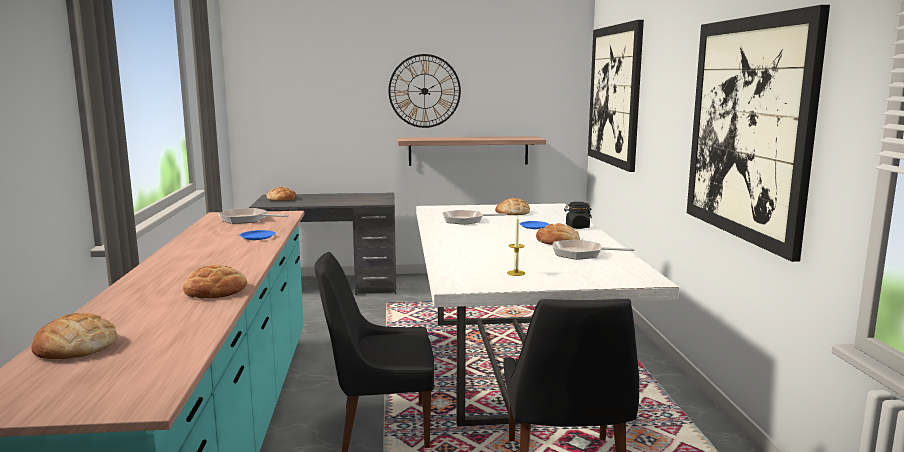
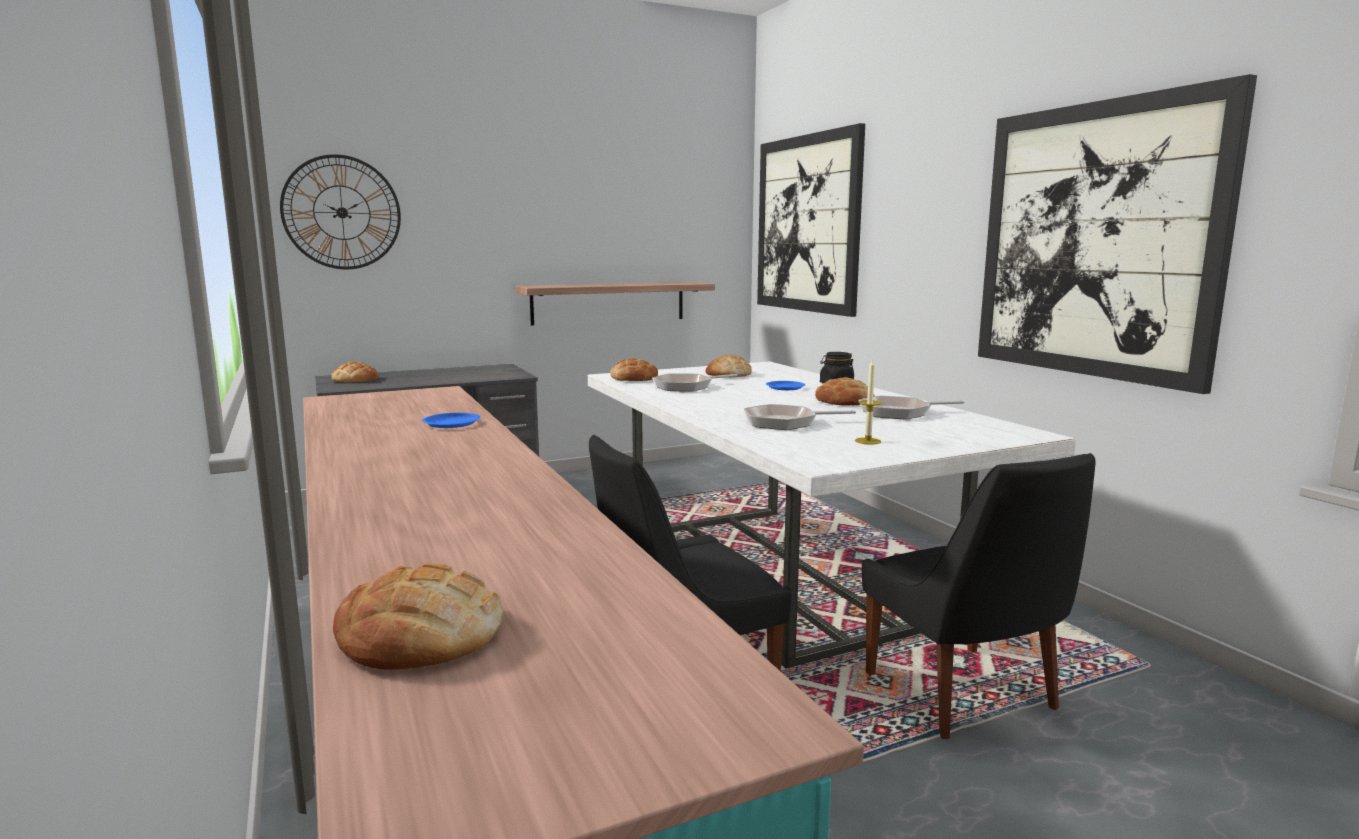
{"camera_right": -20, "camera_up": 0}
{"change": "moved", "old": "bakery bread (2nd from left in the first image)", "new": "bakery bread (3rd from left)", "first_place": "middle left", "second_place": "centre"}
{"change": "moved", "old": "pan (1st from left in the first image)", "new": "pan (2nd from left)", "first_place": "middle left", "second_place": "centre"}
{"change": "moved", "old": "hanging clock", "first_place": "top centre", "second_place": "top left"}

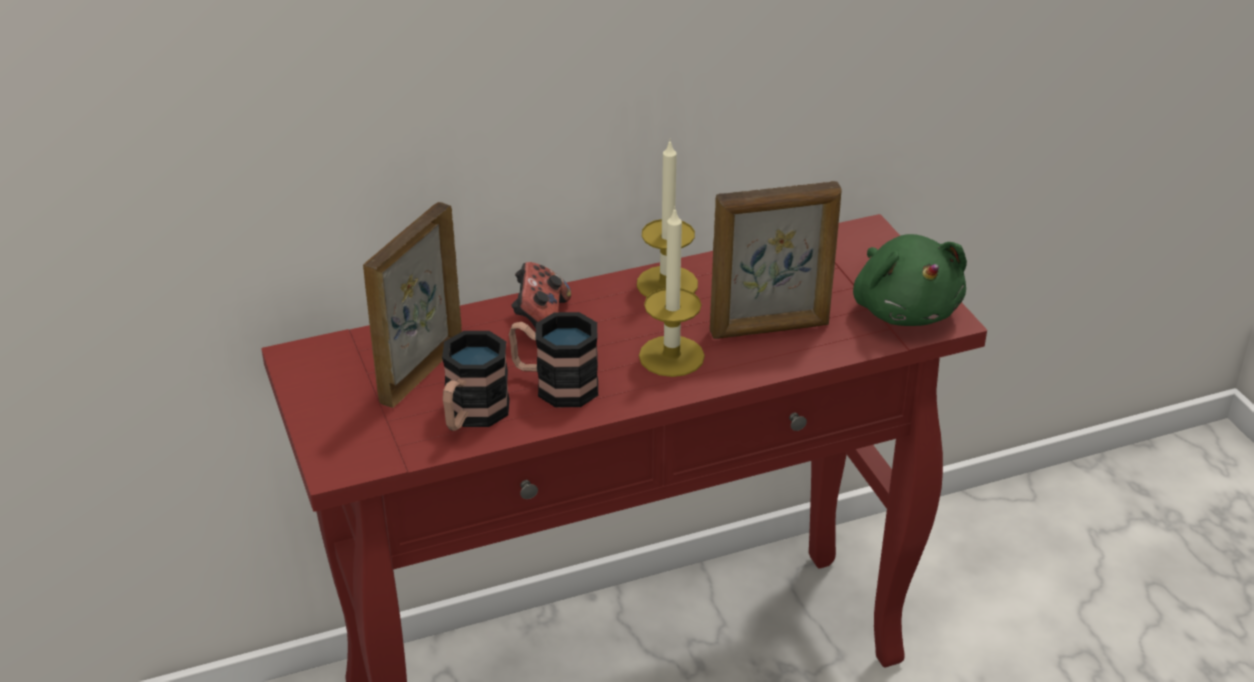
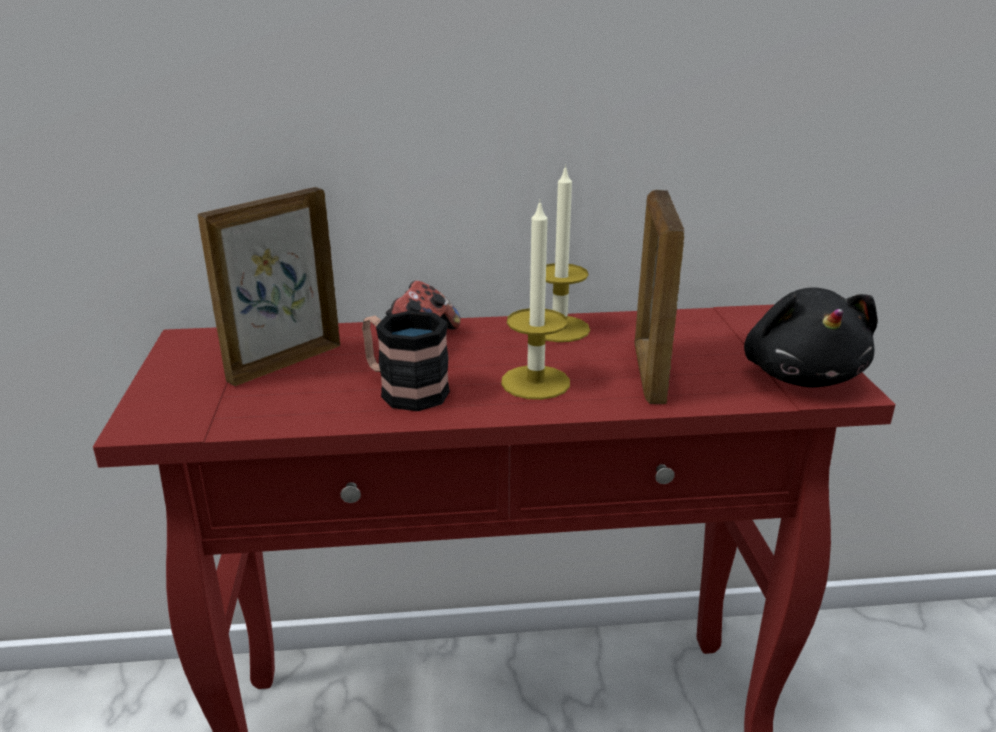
{"camera_right": 15, "camera_up": -10}
{"change": "removed", "old": "coffee mug (1st from left)", "first_place": "centre"}
{"change": "turned", "old": "photo frame (2nd from left)", "first_place": "centre", "second_place": "centre", "degrees": 90}
{"change": "recoloured", "old": "green cuddly toy", "new": "black-coloured cuddly toy", "first_place": "middle right", "second_place": "middle right"}

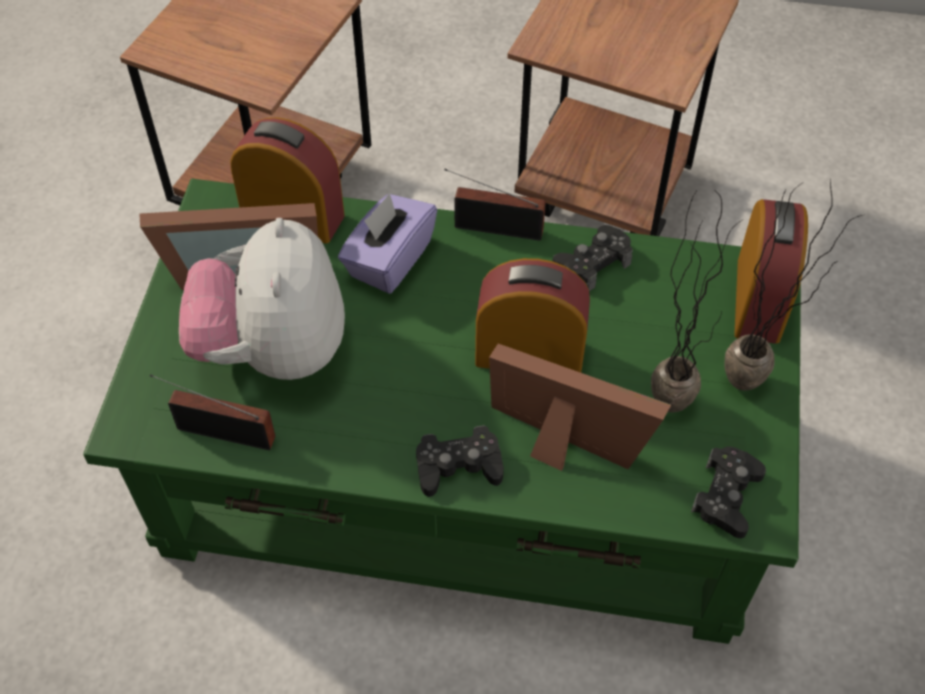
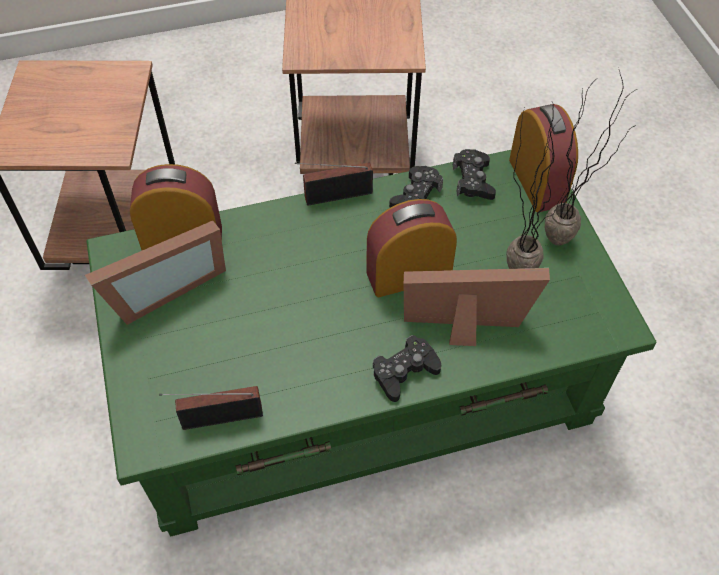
{"camera_right": -25, "camera_up": 0}
{"change": "removed", "old": "cuddly toy", "first_place": "middle left"}
{"change": "removed", "old": "purple-coloured tissue box", "first_place": "centre"}
{"change": "moved", "old": "black-coloured gamepad (3rd from left)", "first_place": "bottom right", "second_place": "top centre"}

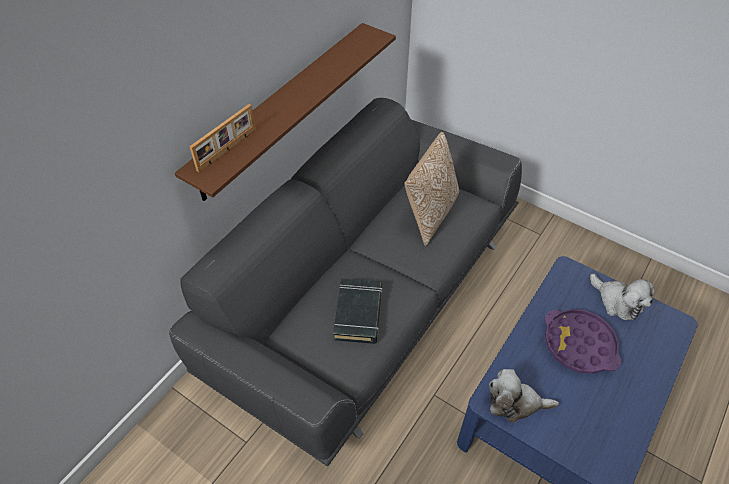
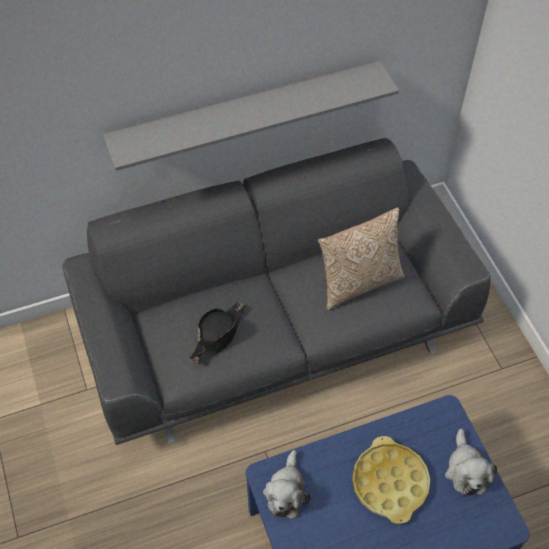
{"camera_right": 35, "camera_up": 5}
{"change": "recoloured", "old": "brown wall shelf", "new": "greyish wall shelf", "first_place": "top centre", "second_place": "top centre"}
{"change": "removed", "old": "photo frame", "first_place": "top left"}
{"change": "replaced", "old": "black-coloured volume", "new": "black-coloured hat", "first_place": "centre", "second_place": "centre"}
{"change": "turned", "old": "cuddly toy (1st from left)", "first_place": "bottom right", "second_place": "bottom centre", "degrees": -120}
{"change": "recoloured", "old": "purple-coloured serving tray", "new": "yellow serving tray", "first_place": "bottom right", "second_place": "bottom right"}

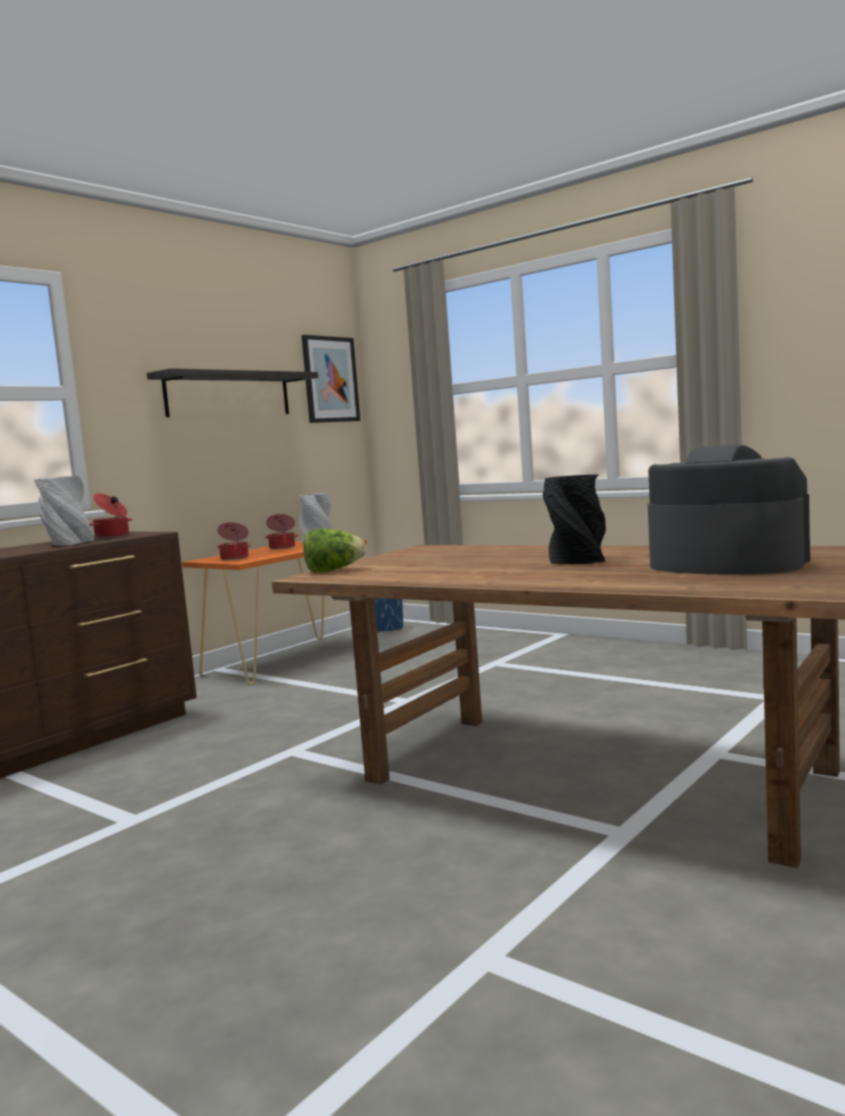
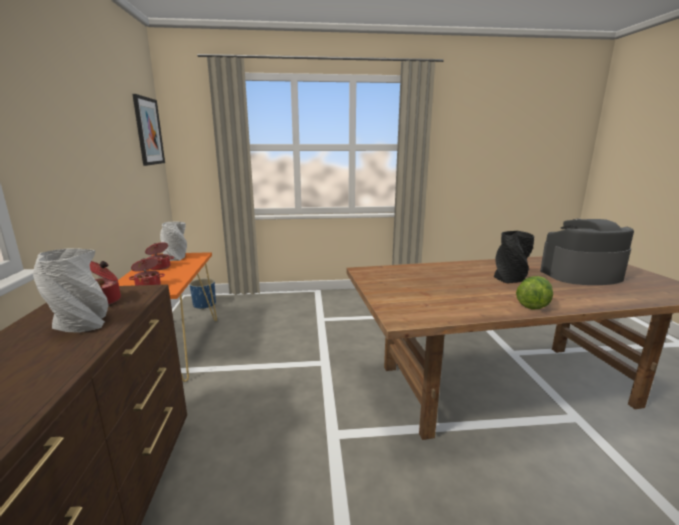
{"camera_right": -45, "camera_up": 10}
{"change": "removed", "old": "wall shelf", "first_place": "middle left"}
{"change": "moved", "old": "lettuce", "first_place": "centre", "second_place": "middle right"}

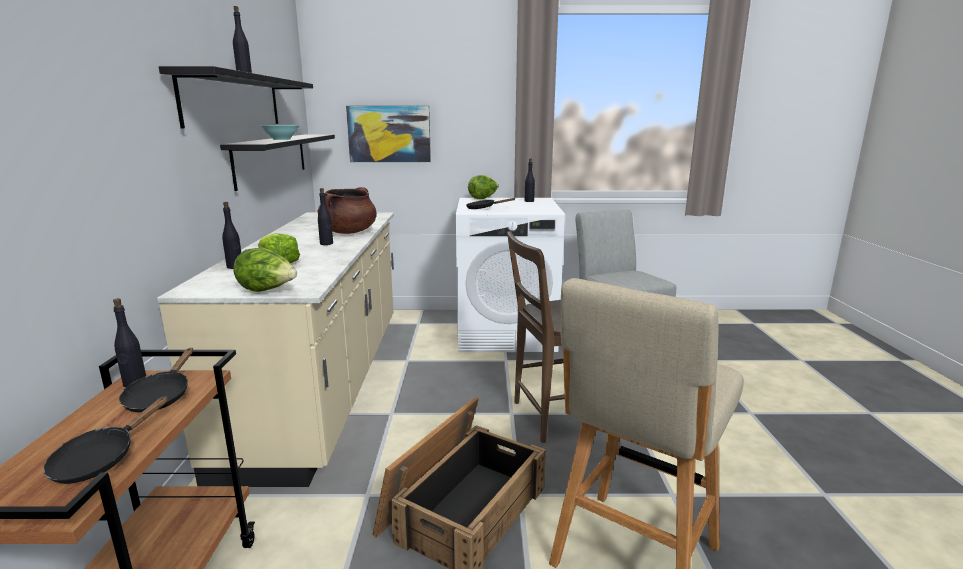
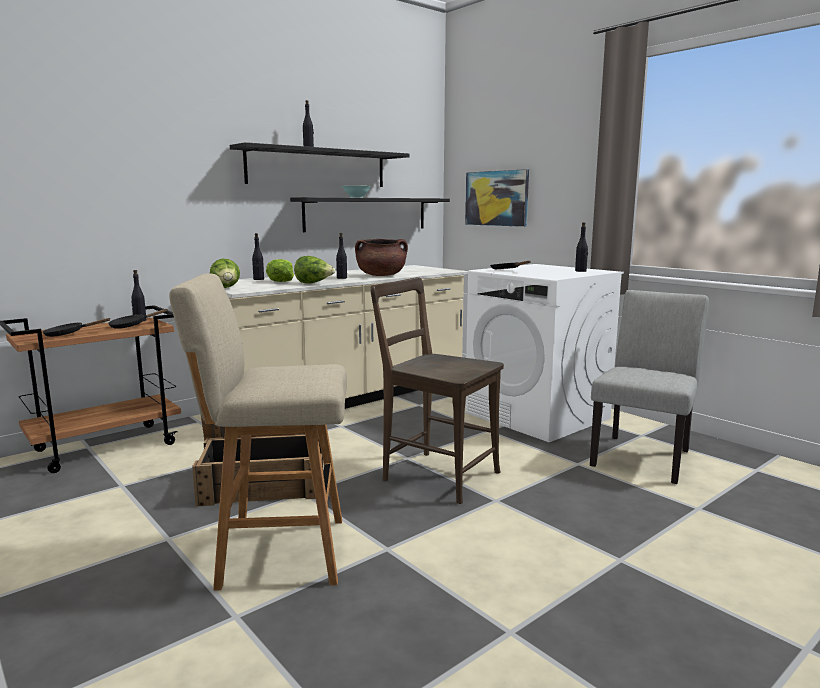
{"camera_right": 50, "camera_up": -5}
{"change": "moved", "old": "lettuce (3rd from left)", "first_place": "top centre", "second_place": "centre"}

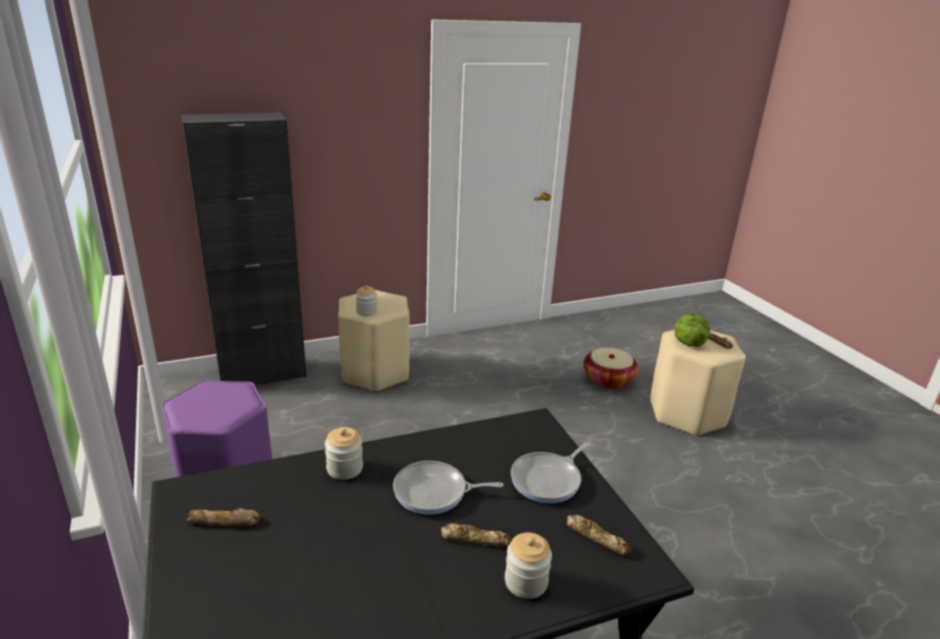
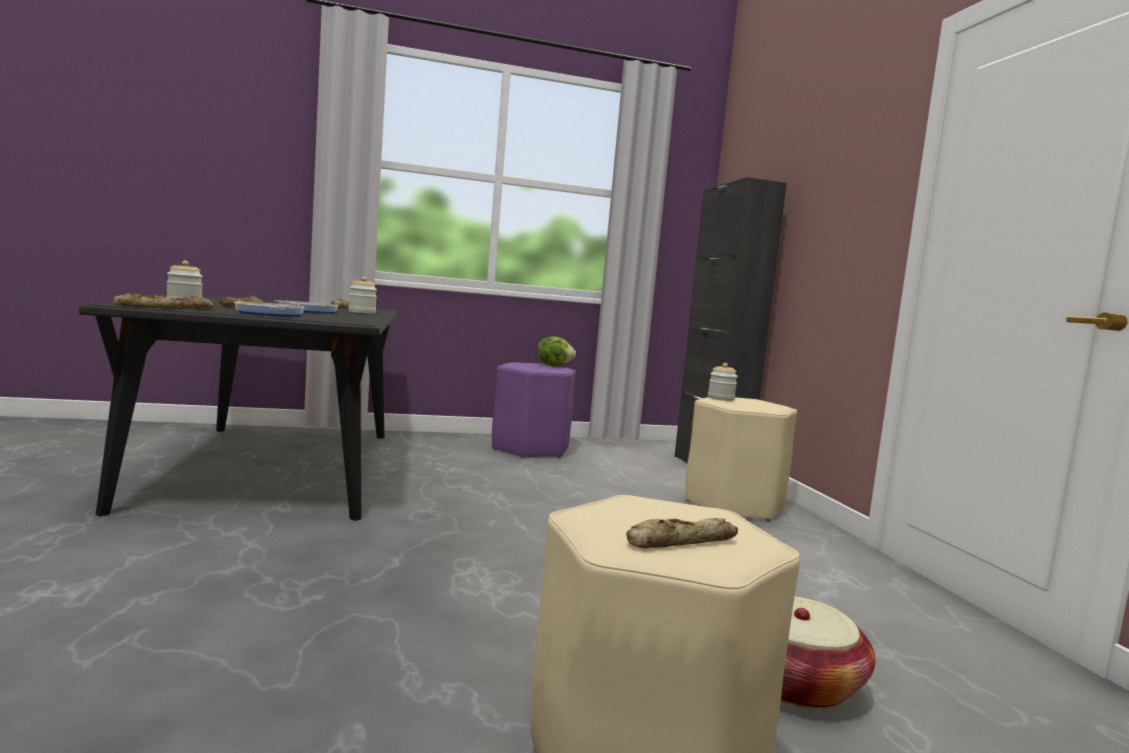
{"camera_right": 100, "camera_up": -20}
{"change": "moved", "old": "lettuce", "first_place": "middle right", "second_place": "centre"}
{"change": "added", "new": "bakery bread (1st from left)", "second_place": "middle left"}

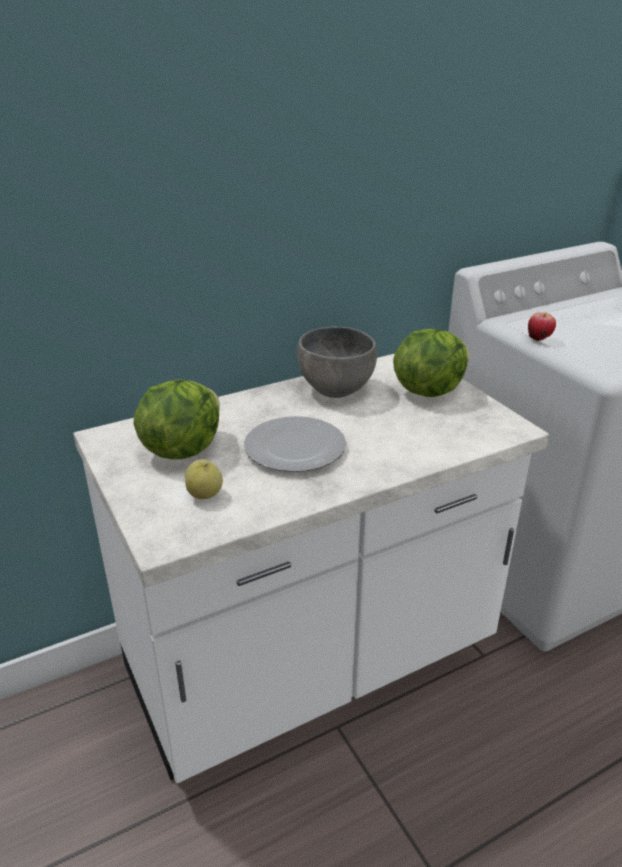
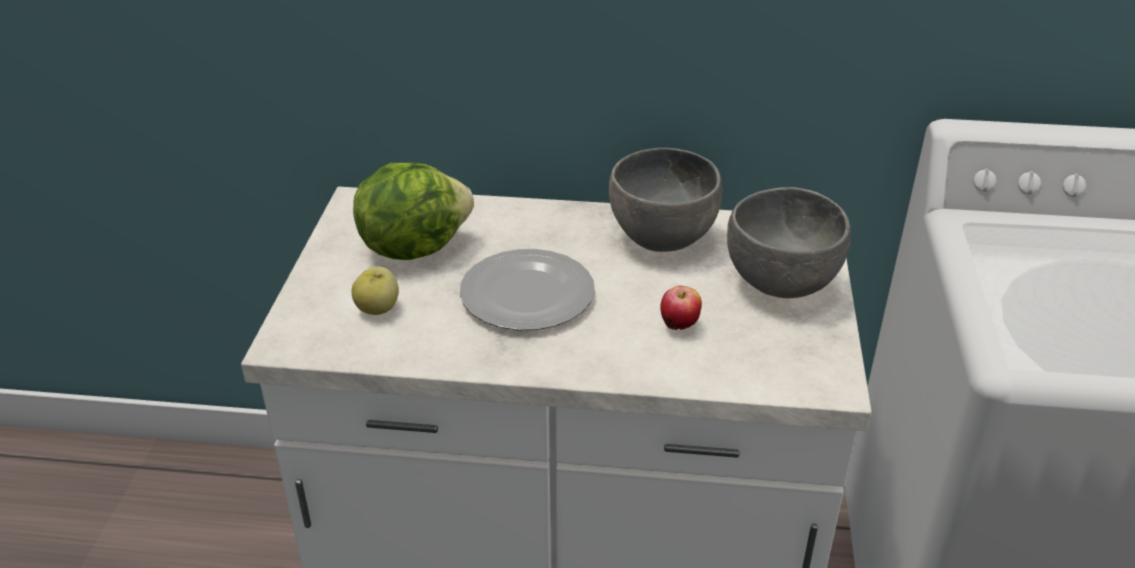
{"camera_right": 35, "camera_up": 5}
{"change": "replaced", "old": "lettuce (2nd from left)", "new": "greyish deep dish (2nd from left)", "first_place": "middle right", "second_place": "middle right"}
{"change": "moved", "old": "apple fruit (2nd from left)", "first_place": "middle right", "second_place": "centre"}

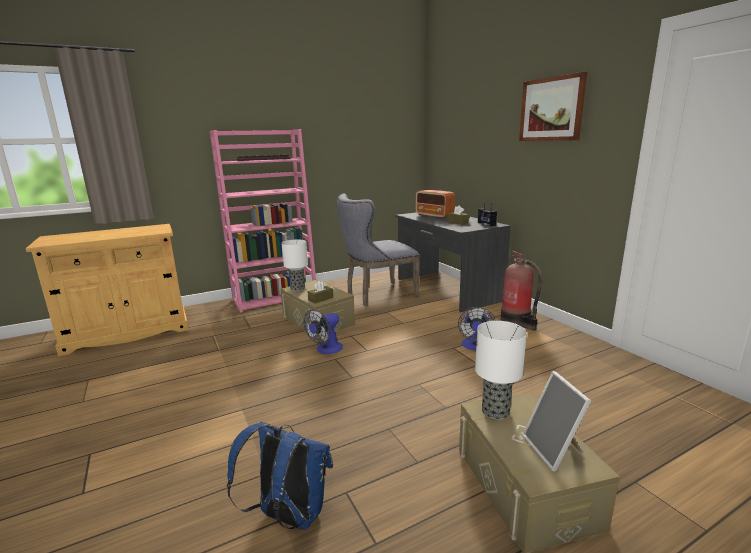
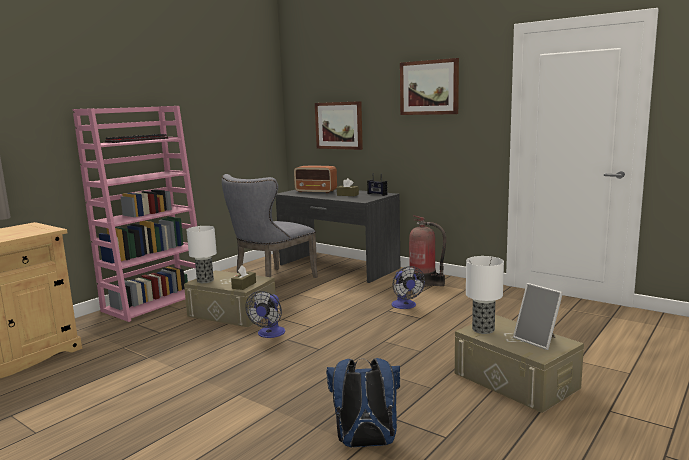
{"camera_right": -25, "camera_up": -5}
{"change": "added", "new": "picture (1st from left)", "second_place": "top centre"}

